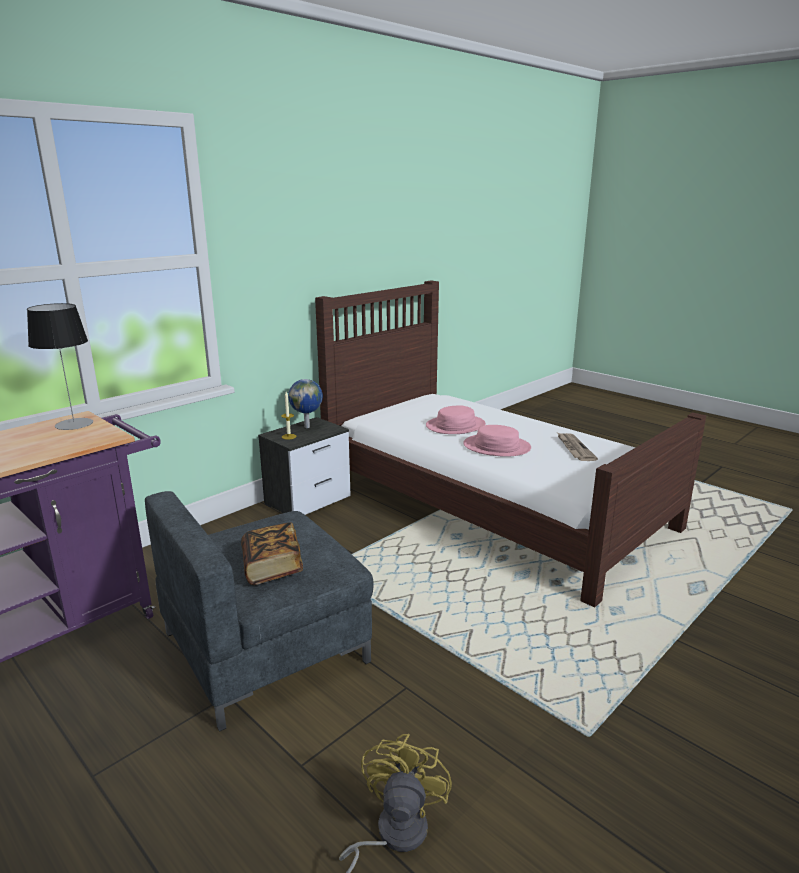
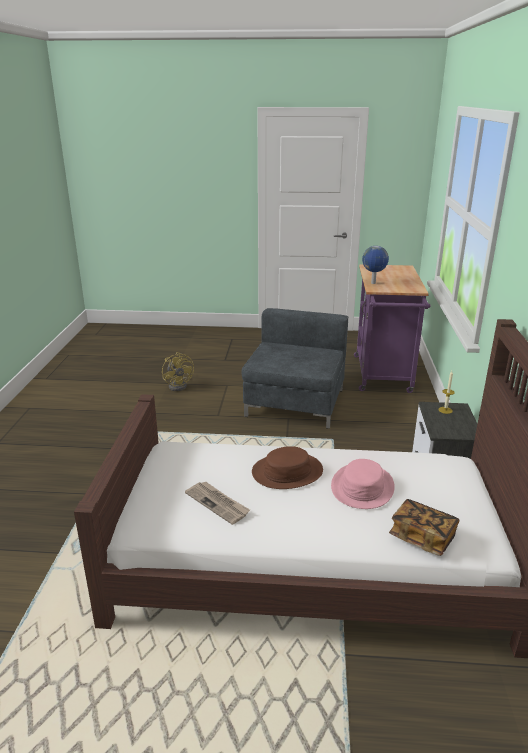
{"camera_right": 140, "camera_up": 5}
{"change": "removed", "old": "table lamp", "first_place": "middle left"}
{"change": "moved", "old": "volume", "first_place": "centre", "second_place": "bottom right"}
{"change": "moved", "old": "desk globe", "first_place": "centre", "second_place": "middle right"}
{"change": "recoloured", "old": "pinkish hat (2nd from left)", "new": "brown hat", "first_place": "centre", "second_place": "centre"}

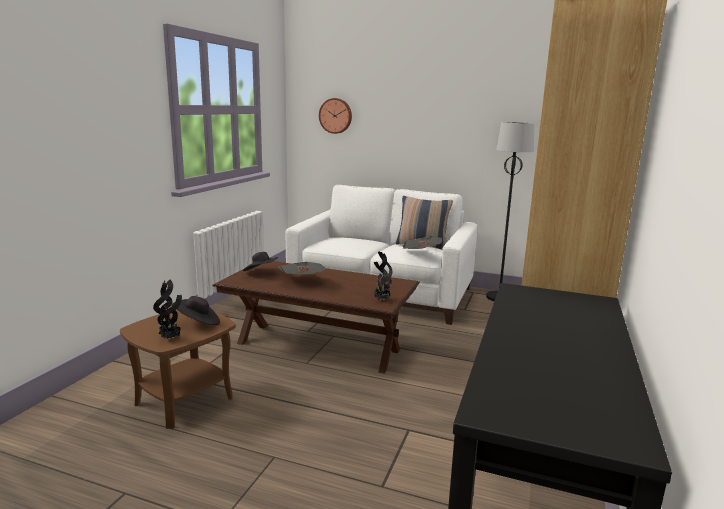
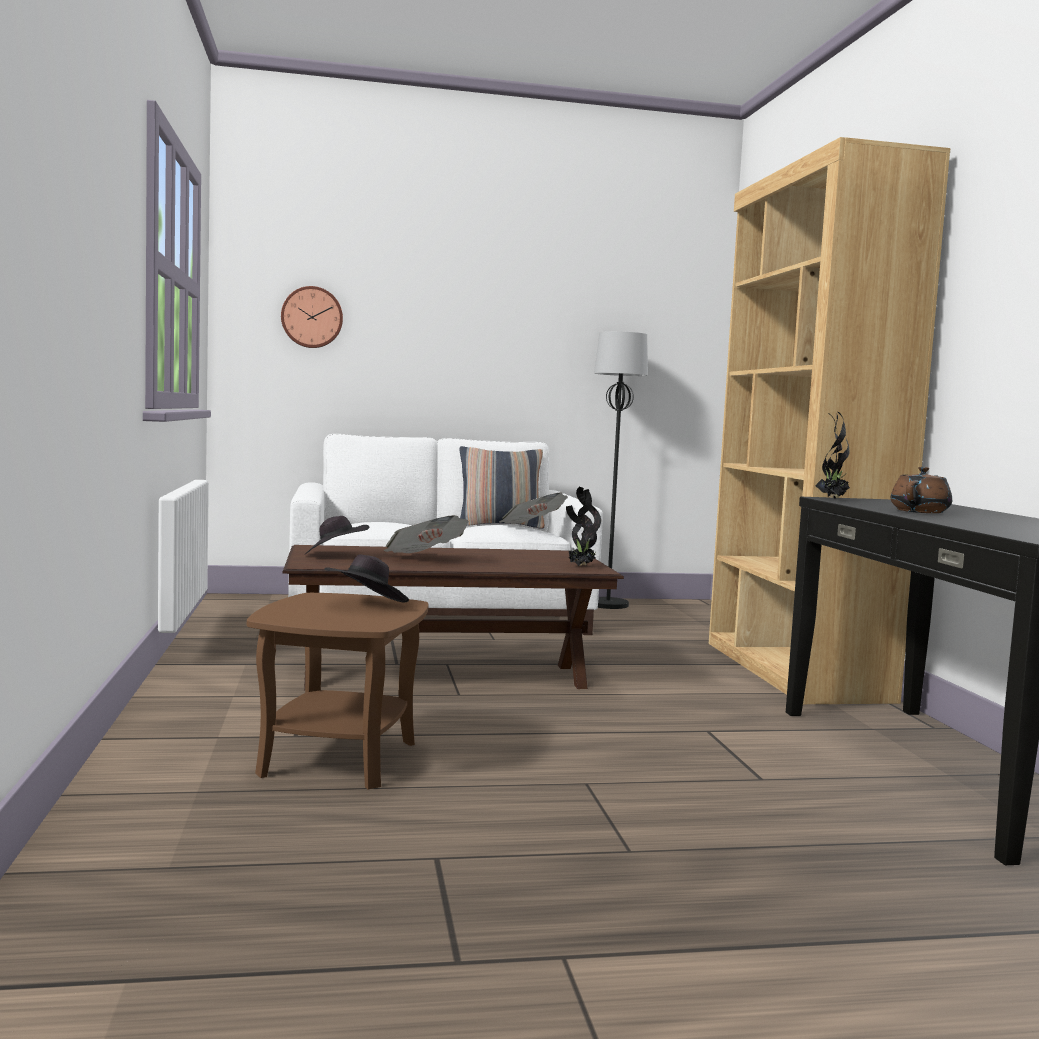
{"camera_right": -30, "camera_up": -10}
{"change": "moved", "old": "houseplant (1st from left in the first image)", "new": "houseplant (2nd from left)", "first_place": "middle left", "second_place": "middle right"}
{"change": "added", "new": "brown teapot", "second_place": "middle right"}

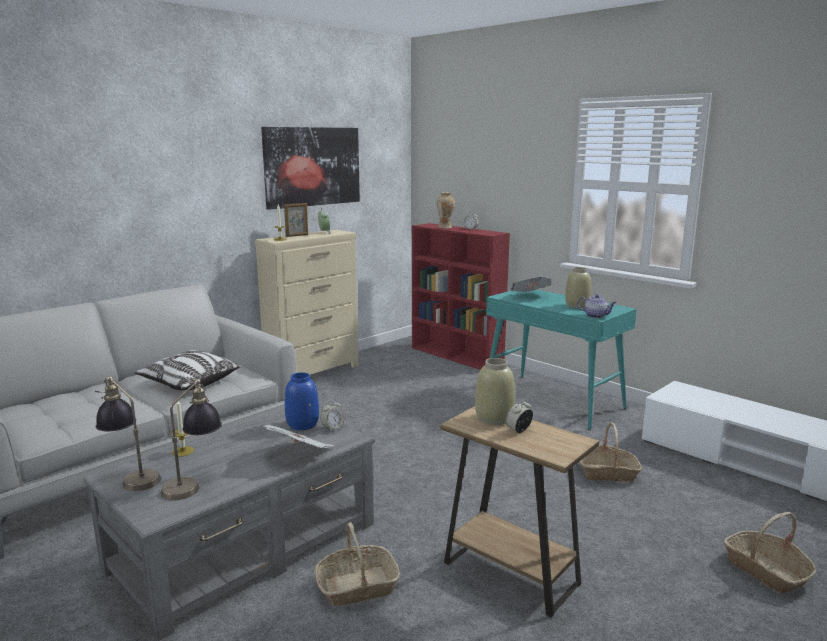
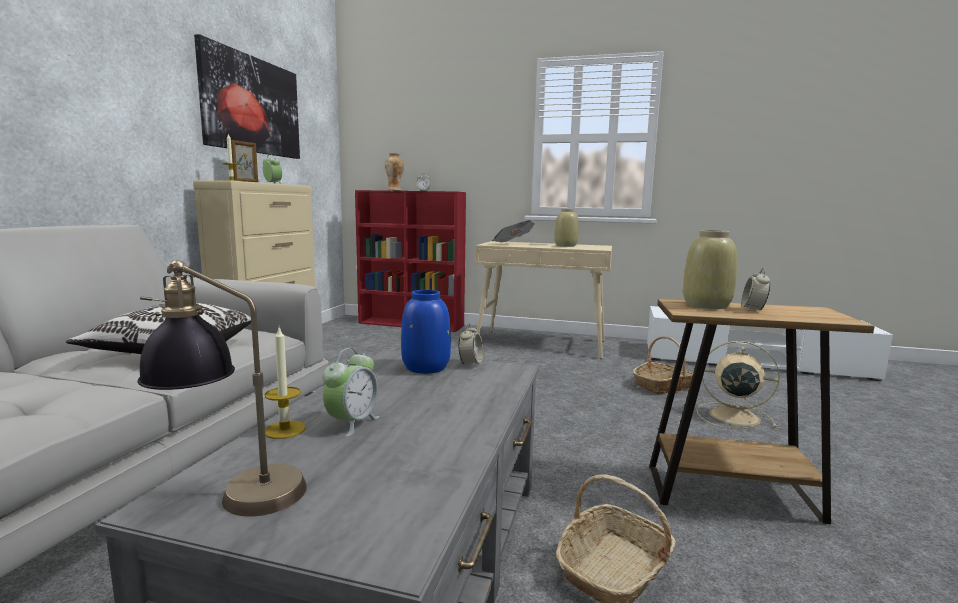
{"camera_right": -30, "camera_up": -5}
{"change": "removed", "old": "table lamp (2nd from left)", "first_place": "bottom left"}
{"change": "removed", "old": "daily paper (1st from left)", "first_place": "bottom centre"}
{"change": "recoloured", "old": "turquoise narrow table", "new": "beige-coloured narrow table", "first_place": "middle right", "second_place": "centre"}
{"change": "removed", "old": "teapot", "first_place": "middle right"}
{"change": "removed", "old": "basket (3rd from left)", "first_place": "bottom right"}
{"change": "added", "new": "bedside clock (2nd from left)", "second_place": "centre"}
{"change": "added", "new": "beige-coloured cooling fan", "second_place": "middle right"}

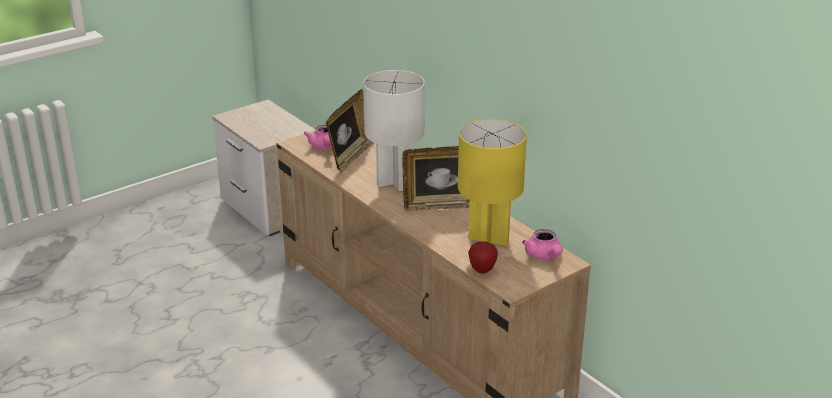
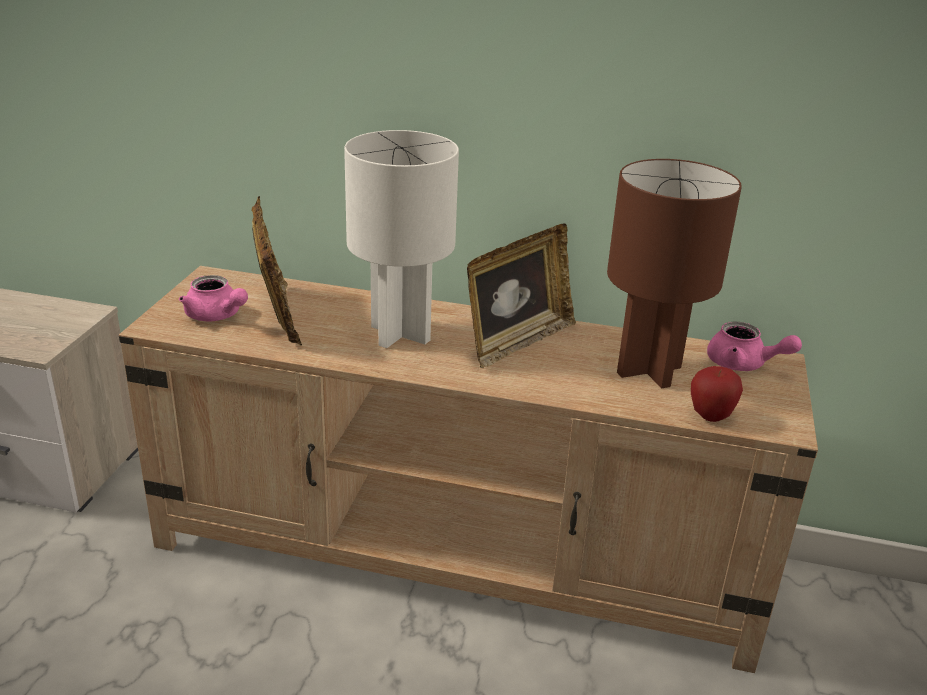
{"camera_right": -40, "camera_up": 0}
{"change": "recoloured", "old": "yellow table lamp", "new": "brown table lamp", "first_place": "centre", "second_place": "middle right"}

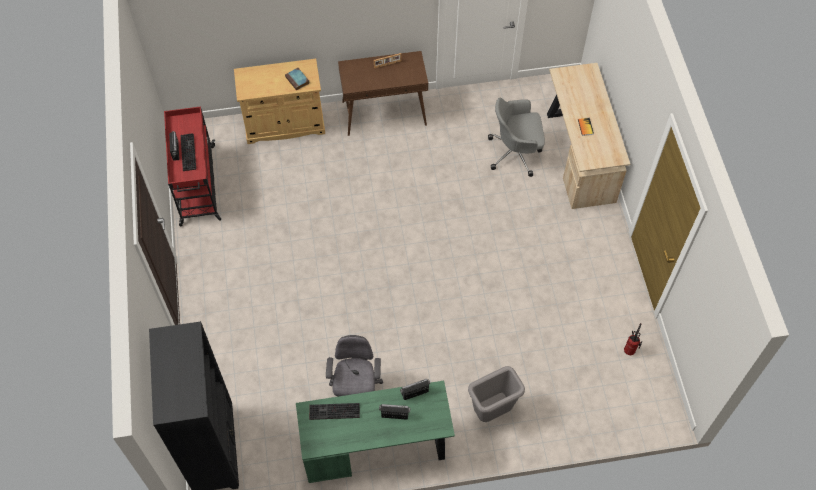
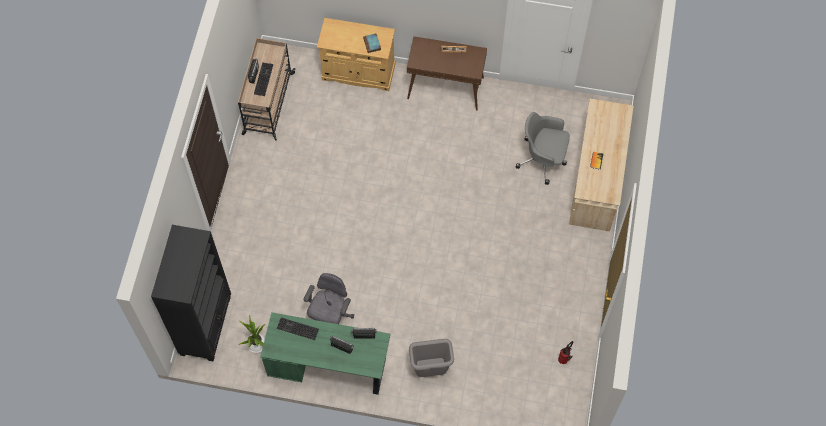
{"camera_right": 20, "camera_up": 5}
{"change": "recoloured", "old": "red wheeled cart", "new": "beige-coloured wheeled cart", "first_place": "middle left", "second_place": "top left"}
{"change": "added", "new": "houseplant", "second_place": "bottom left"}

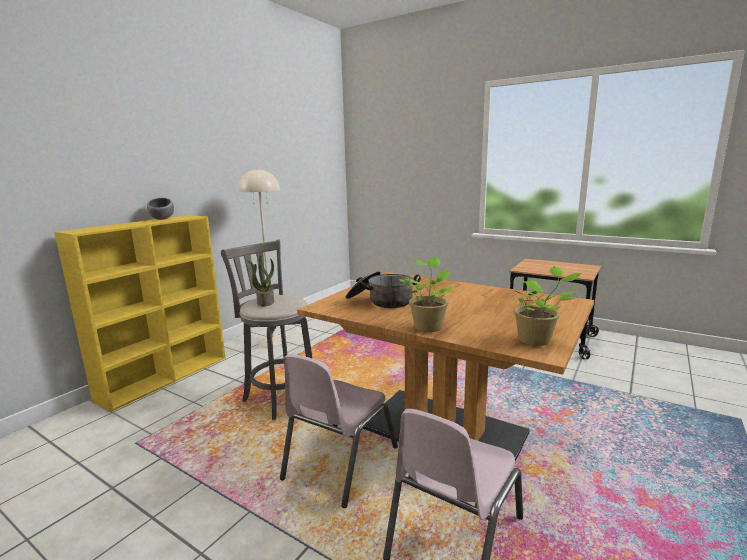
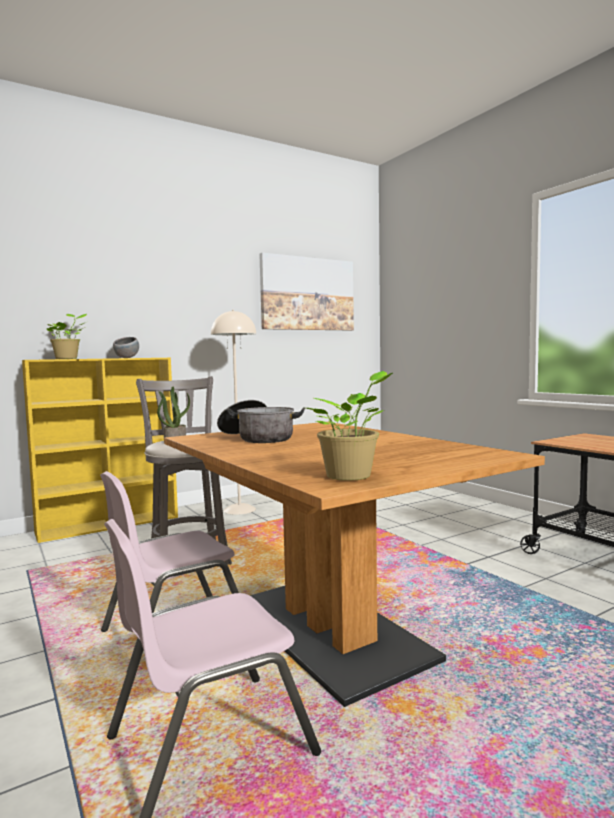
{"camera_right": 25, "camera_up": -10}
{"change": "moved", "old": "houseplant (2nd from left in the first image)", "new": "houseplant (1st from left)", "first_place": "centre", "second_place": "middle left"}
{"change": "added", "new": "picture", "second_place": "centre"}

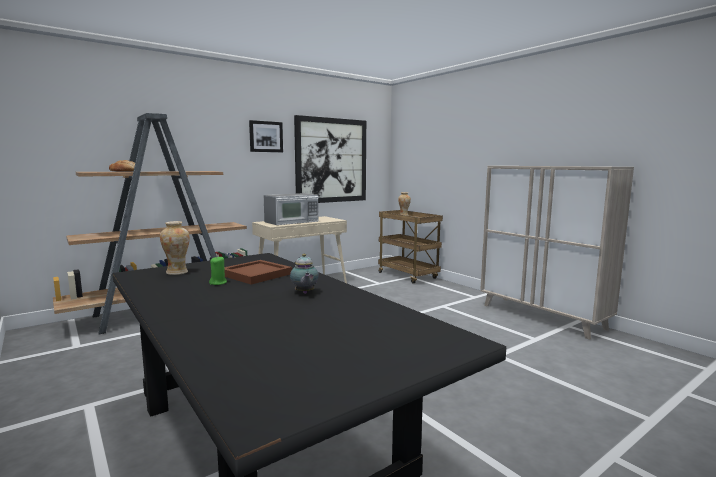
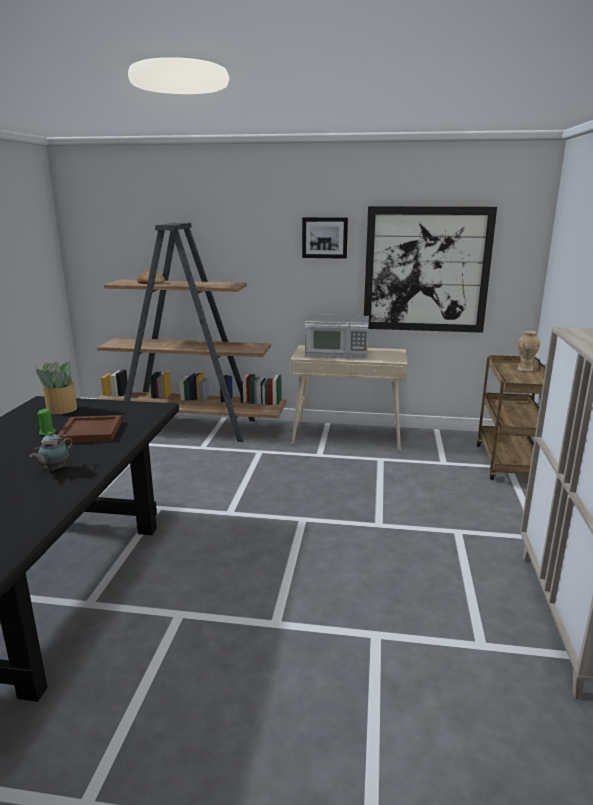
{"camera_right": 45, "camera_up": 10}
{"change": "replaced", "old": "decorative vase (1st from left)", "new": "houseplant", "first_place": "middle left", "second_place": "middle left"}

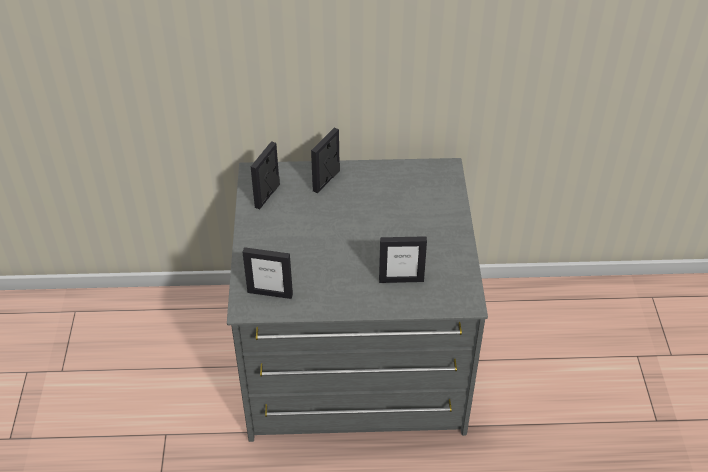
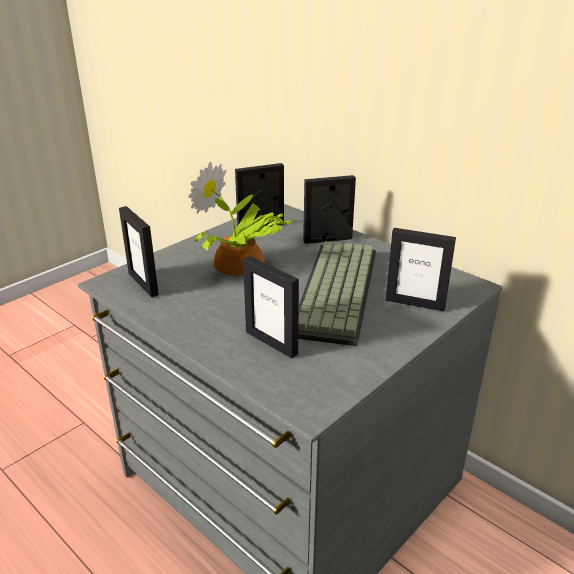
{"camera_right": 45, "camera_up": -15}
{"change": "added", "new": "houseplant", "second_place": "centre"}
{"change": "added", "new": "PC keyboard", "second_place": "centre"}
{"change": "added", "new": "photo frame (5th from left)", "second_place": "middle right"}

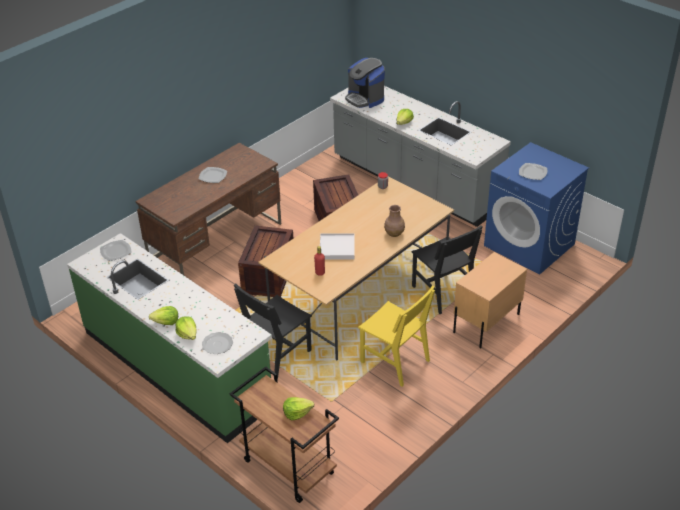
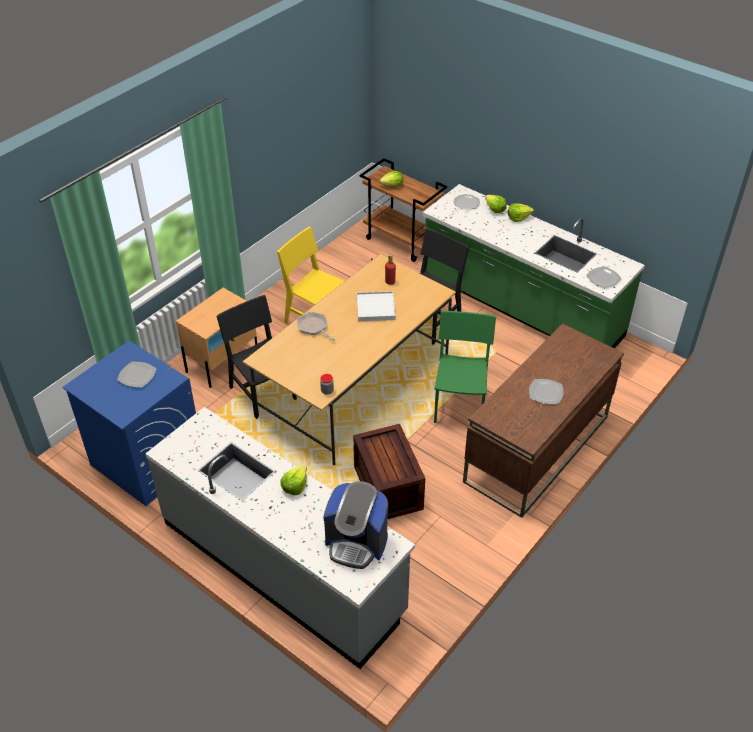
{"camera_right": 175, "camera_up": 5}
{"change": "replaced", "old": "packing crate (1st from left)", "new": "green chair", "first_place": "centre", "second_place": "centre"}
{"change": "turned", "old": "coffee brewer", "first_place": "top centre", "second_place": "bottom centre", "degrees": 150}
{"change": "replaced", "old": "brown decorative vase", "new": "pan", "first_place": "centre", "second_place": "centre"}

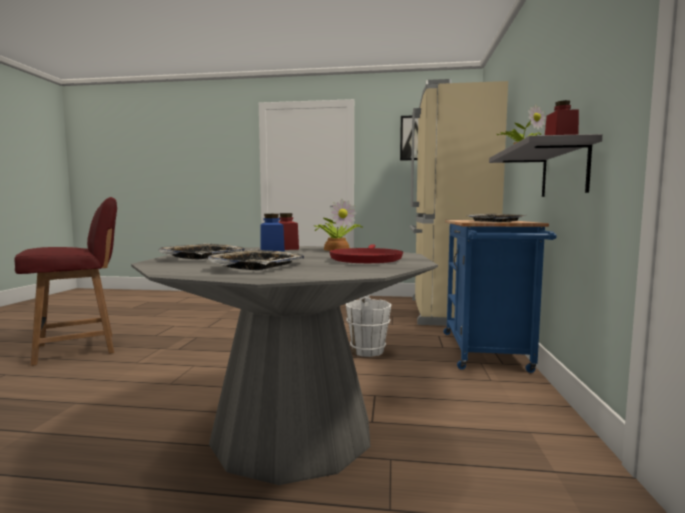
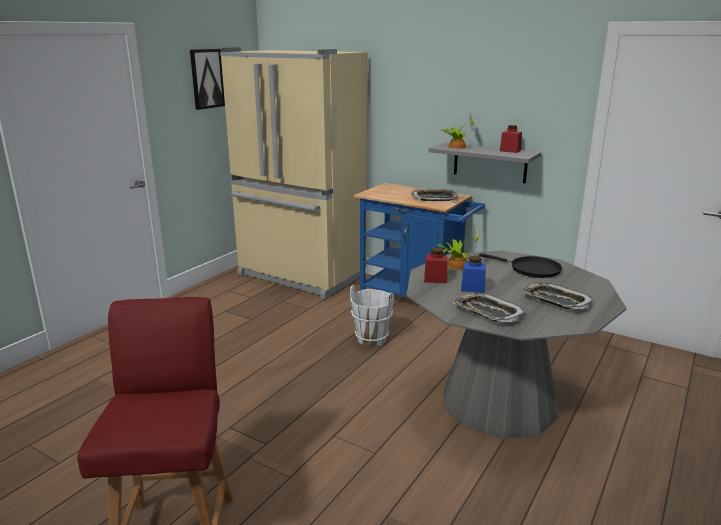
{"camera_right": -65, "camera_up": 15}
{"change": "recoloured", "old": "red pan", "new": "black-coloured pan", "first_place": "centre", "second_place": "middle right"}

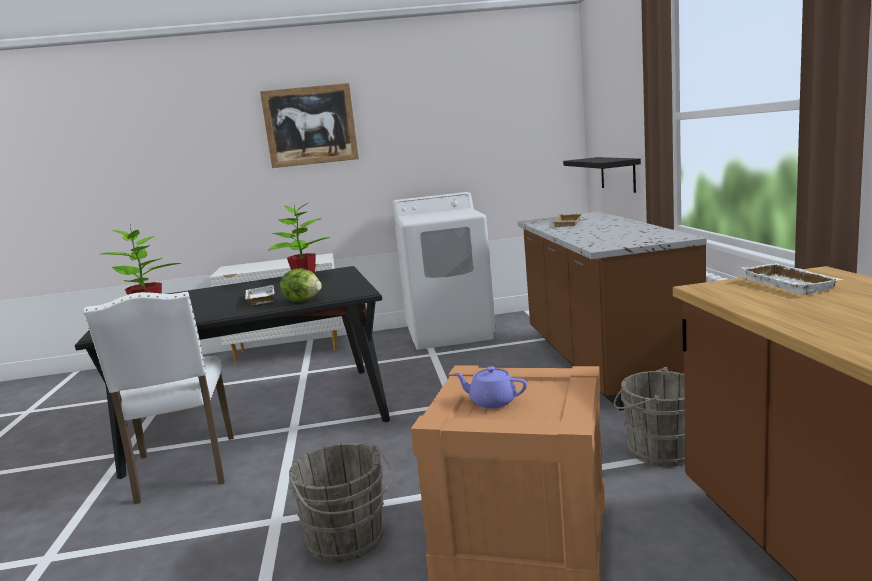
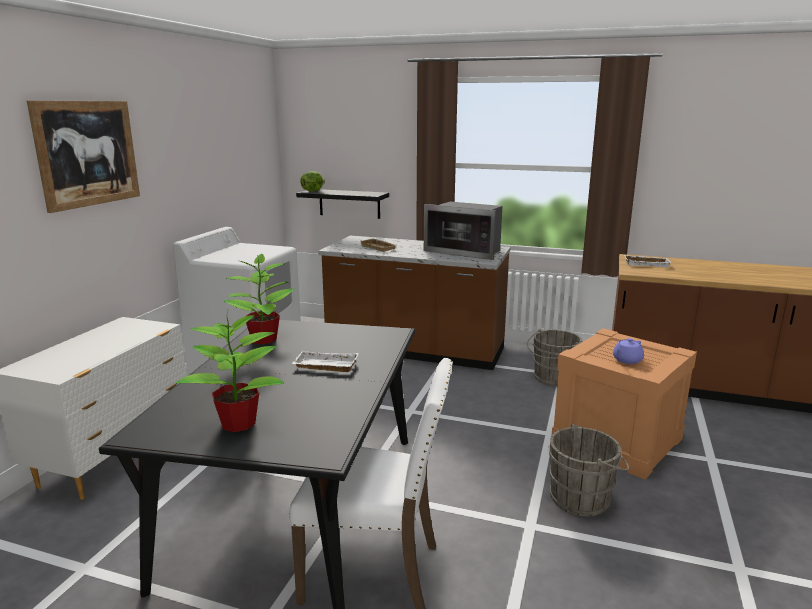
{"camera_right": -65, "camera_up": 5}
{"change": "moved", "old": "lettuce", "first_place": "centre", "second_place": "top centre"}
{"change": "added", "new": "microwave", "second_place": "centre"}

